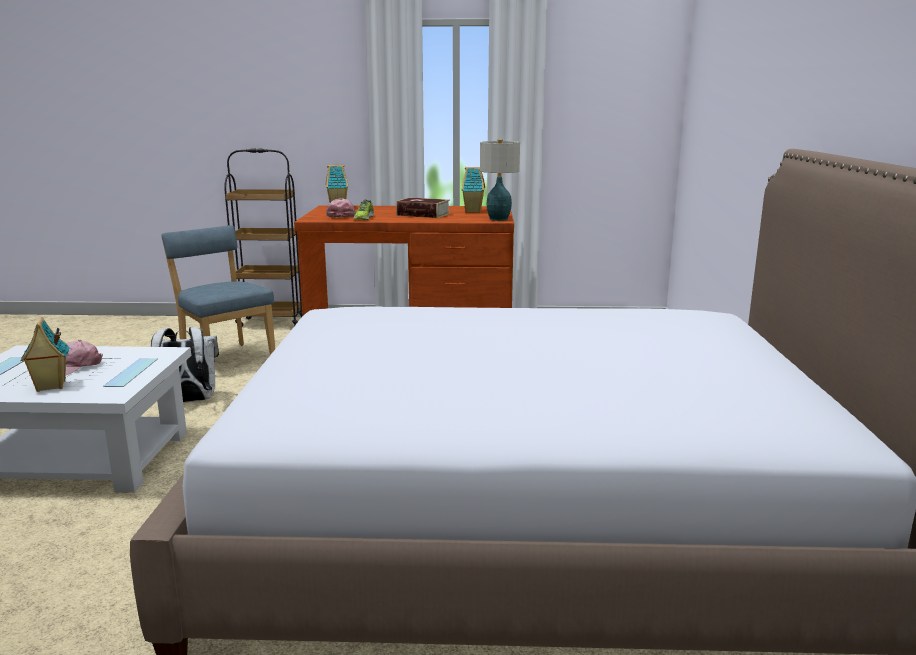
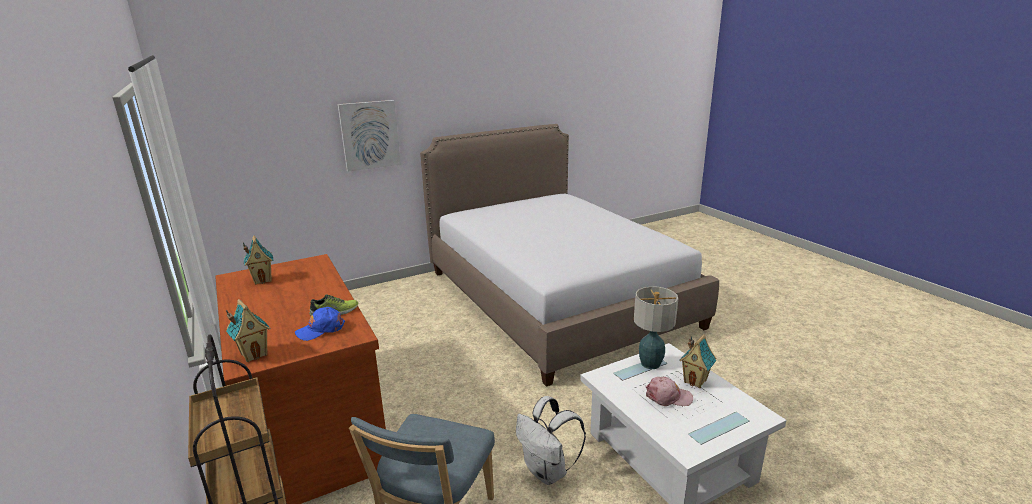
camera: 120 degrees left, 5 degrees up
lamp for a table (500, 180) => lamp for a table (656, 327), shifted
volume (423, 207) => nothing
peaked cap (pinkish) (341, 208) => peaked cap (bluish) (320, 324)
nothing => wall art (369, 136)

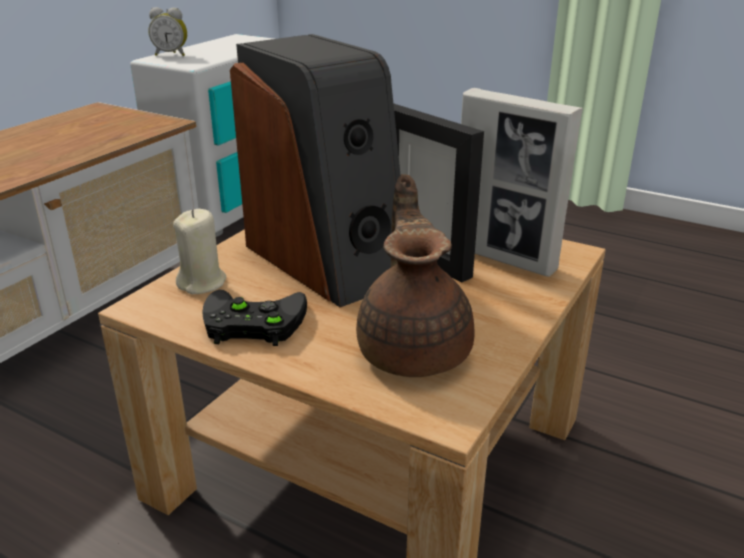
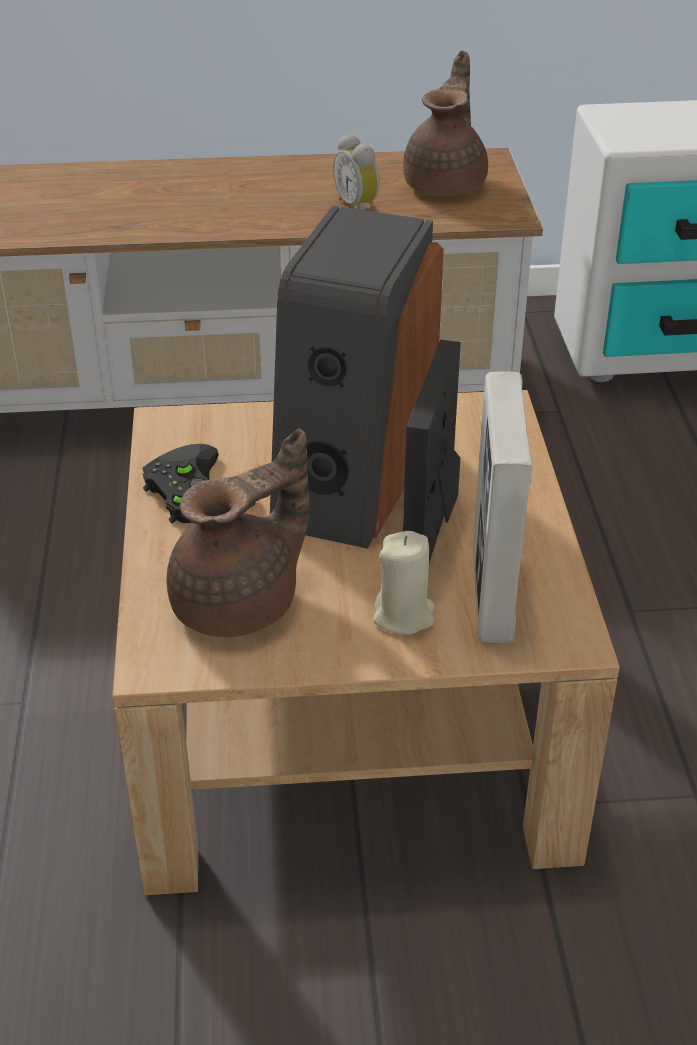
camera: 55 degrees right, 10 degrees up
table clock (167, 31) => table clock (356, 171), shifted
wax candle (beige-coloured) (199, 251) => wax candle (beige-coloured) (404, 583), shifted
nothing => teapot (brown-coloured) (445, 123)

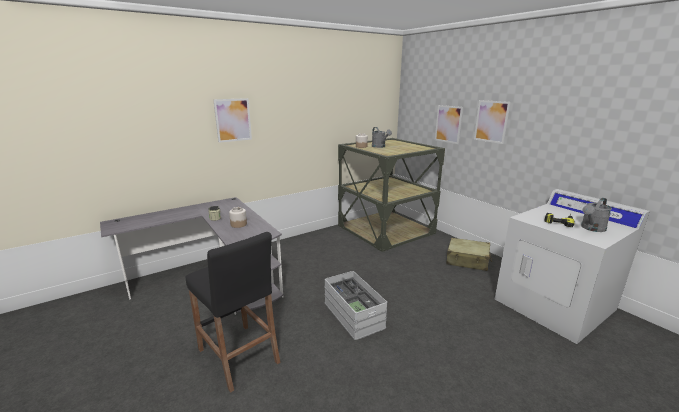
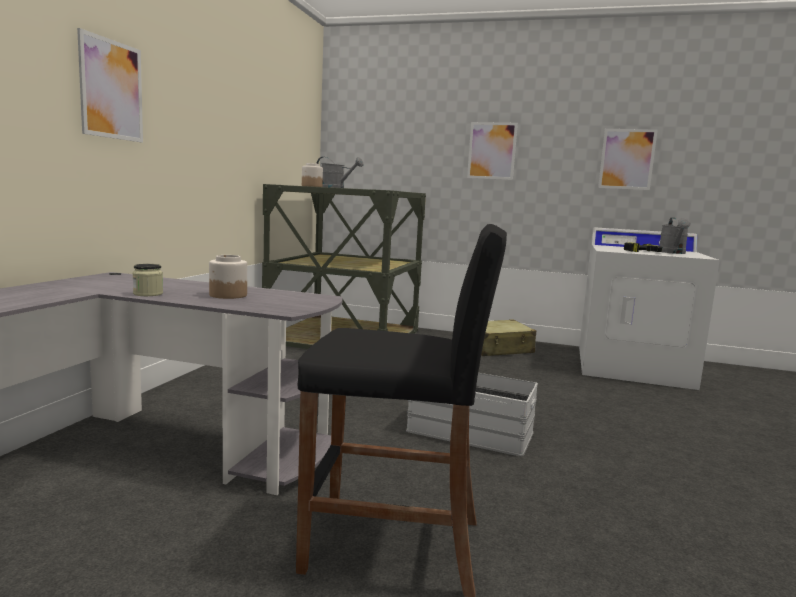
camera: 40 degrees left, 10 degrees down
wall art (449, 124) => wall art (628, 159), shifted

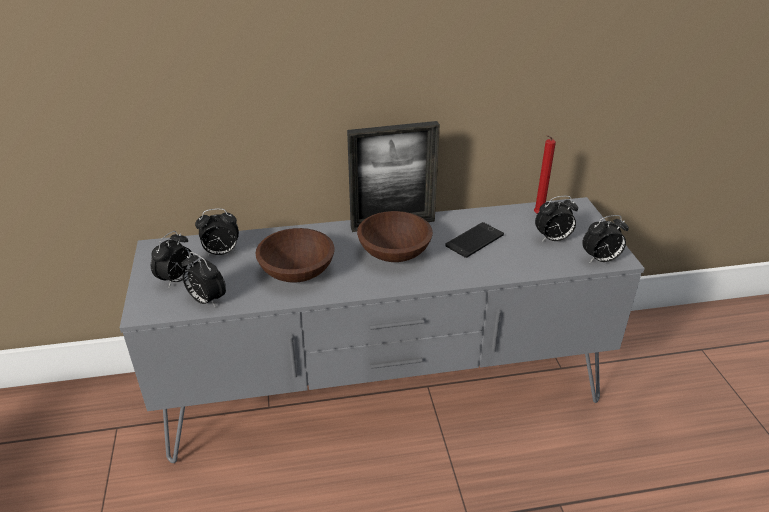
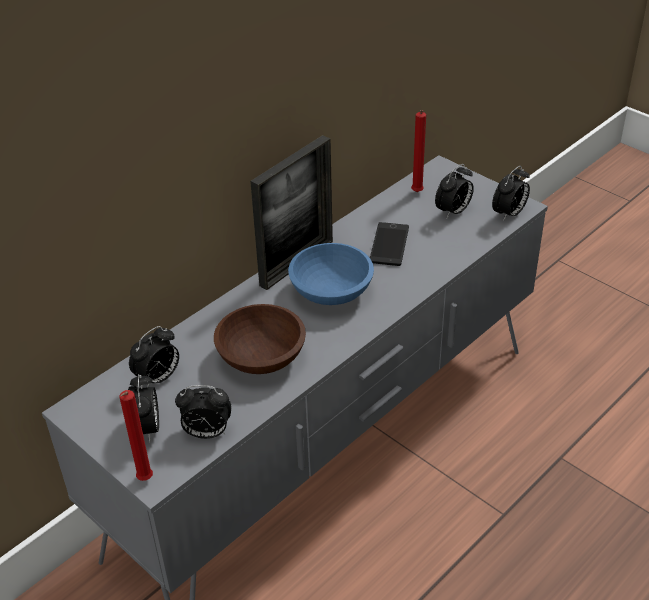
camera: 35 degrees left, 5 degrees up
serving bowl (brown-coloured) (395, 236) => serving bowl (bluish) (331, 274)
nothing => wax candle (red) (136, 435)

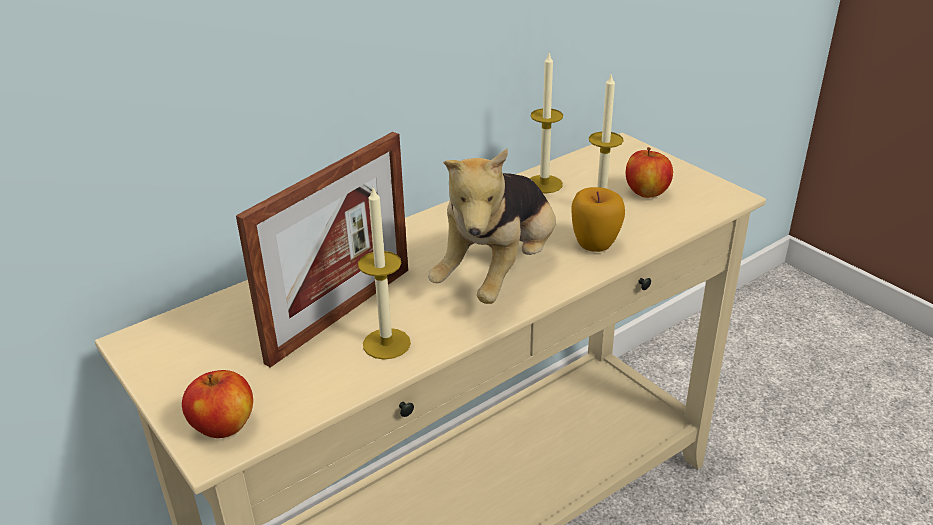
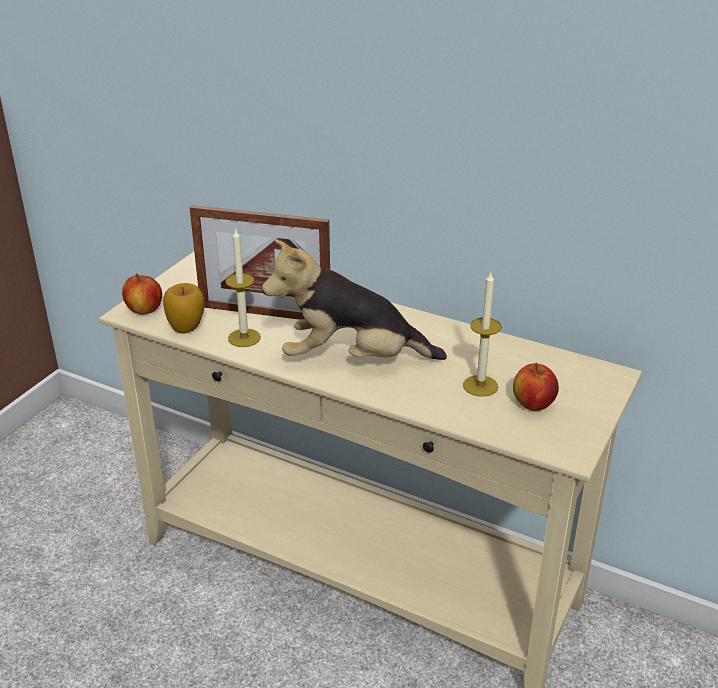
camera: 65 degrees right, 0 degrees up
wax candle (546, 123) => nothing
apple (598, 219) => apple (184, 308), shifted

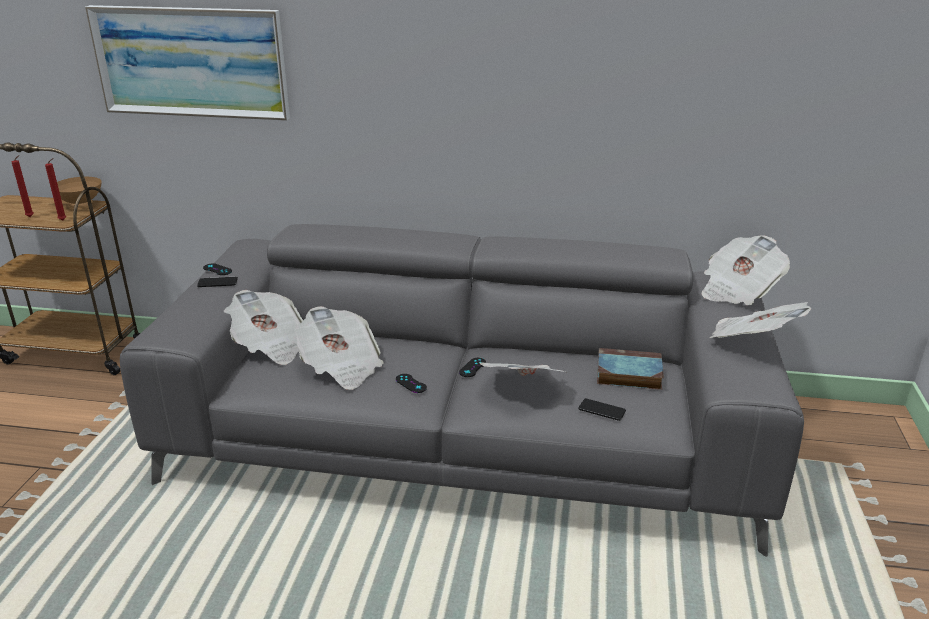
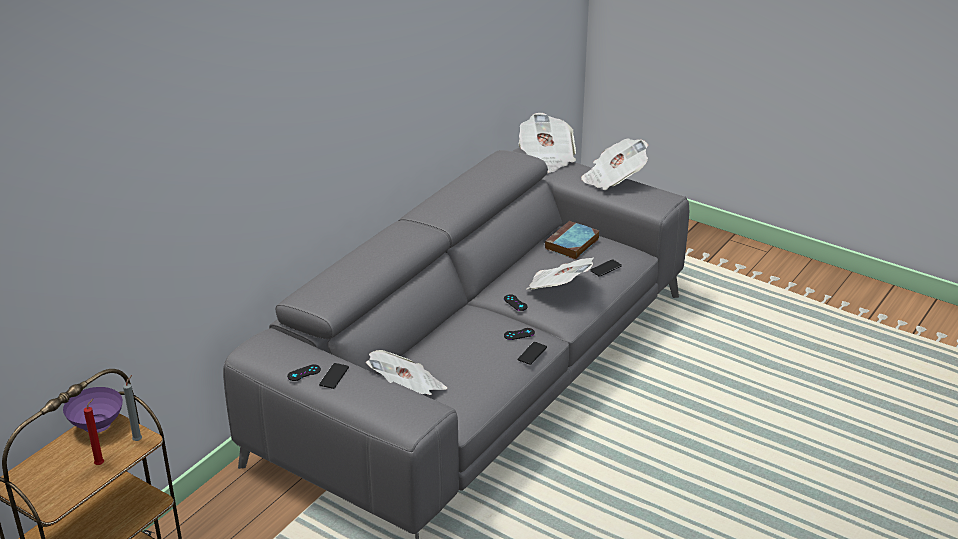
camera: 65 degrees left, 5 degrees up
wall art (187, 62) => nothing
wax candle (red) (55, 189) => wax candle (grey) (132, 408)
serving bowl (brown-coloured) (79, 192) => serving bowl (purple) (93, 410)
daily paper (339, 348) => nothing
nothing => phone (532, 353)

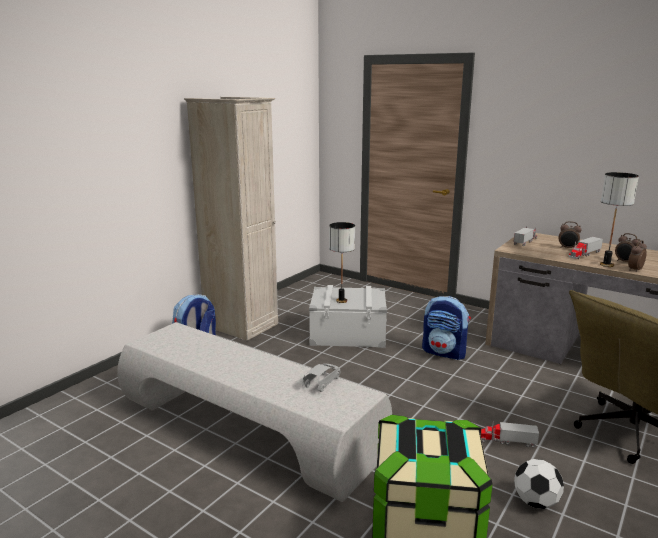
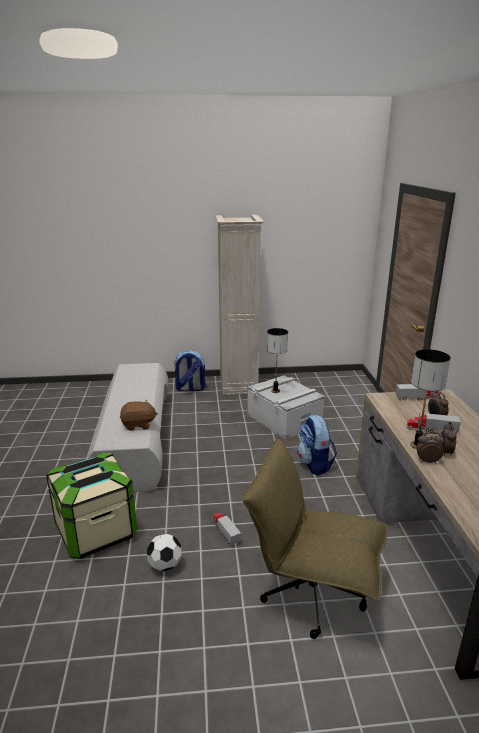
camera: 50 degrees right, 5 degrees up
model car (grey) (321, 377) => plush toy (brown-coloured) (139, 415)

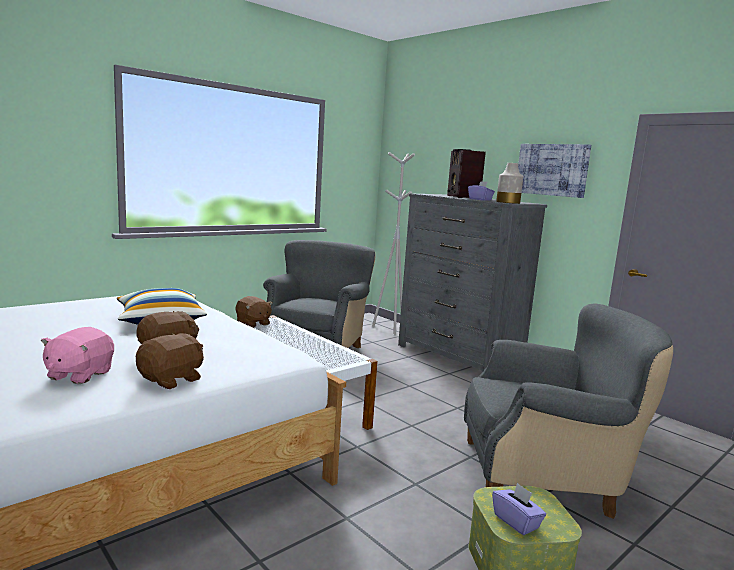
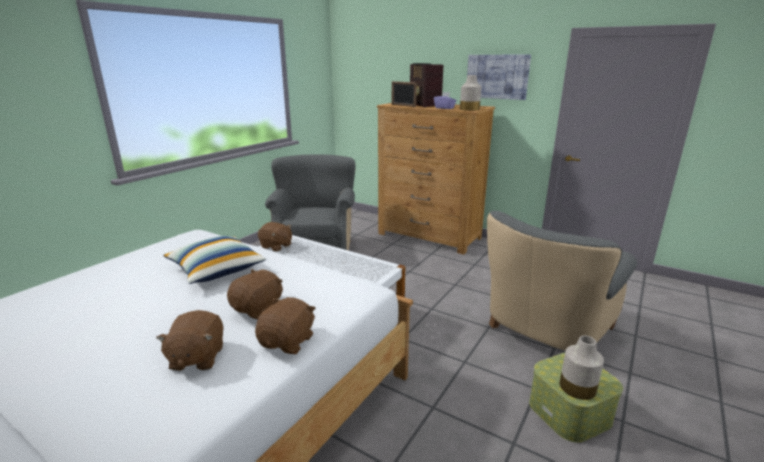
camera: 15 degrees left, 10 degrees up
clothes rack (grey) (393, 243) => nothing
dresser (grey) (472, 282) => dresser (brown-coloured) (436, 179)
armchair (grey) (568, 411) => armchair (grey) (562, 281), 150 degrees clockwise
plush toy (pinkish) (77, 355) => plush toy (brown-coloured) (189, 340)
tissue holder (purple) (519, 509) => vase (beige-coloured) (581, 368)
nothing => picture frame (404, 94)

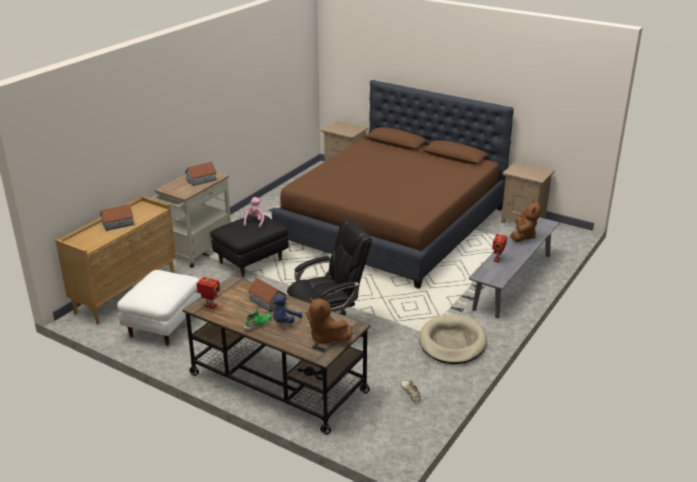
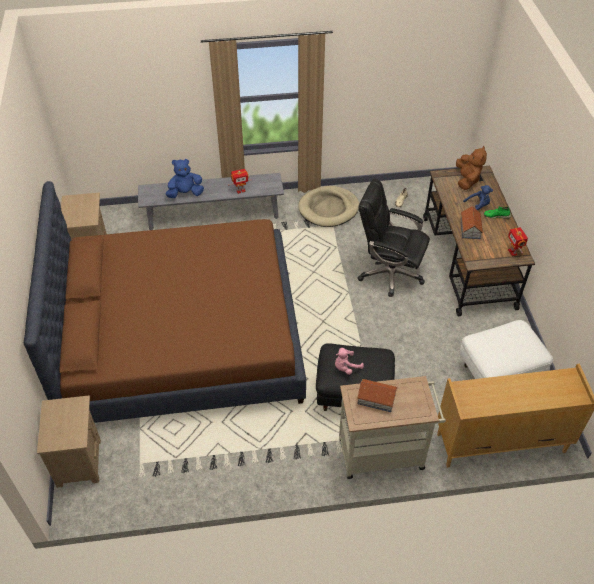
camera: 130 degrees left, 20 degrees up
plush toy (brown-coloured) (526, 222) => plush toy (bluish) (185, 178)
toy house (117, 218) => nothing

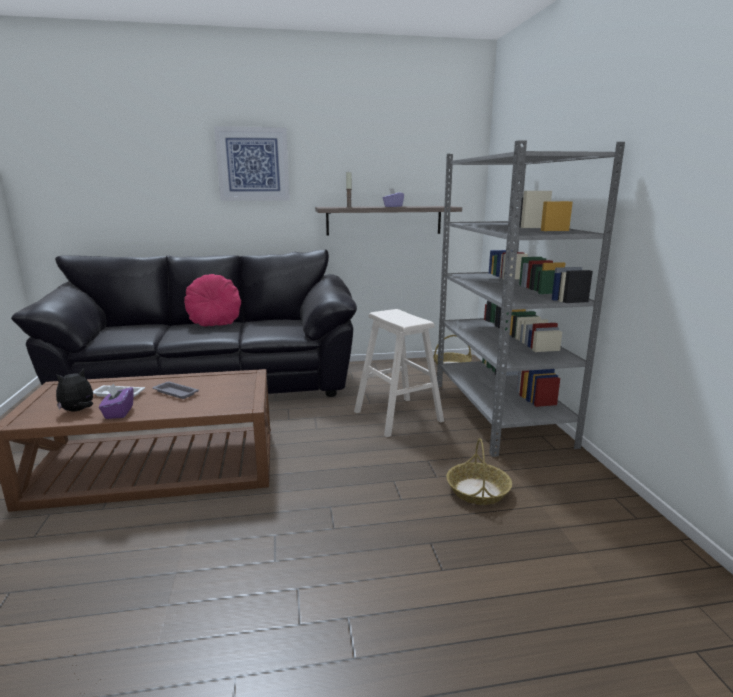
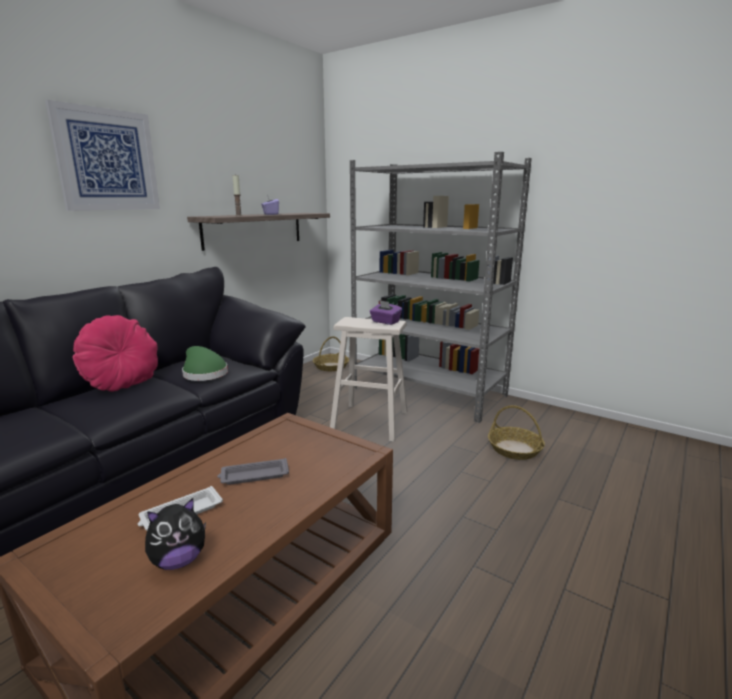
camera: 45 degrees left, 0 degrees up
plush toy (74, 390) => plush toy (175, 534), 120 degrees counterclockwise
tissue holder (purple) (116, 401) => tissue holder (purple) (386, 312), shifted
nothing => wearable hat (greenish) (205, 363)

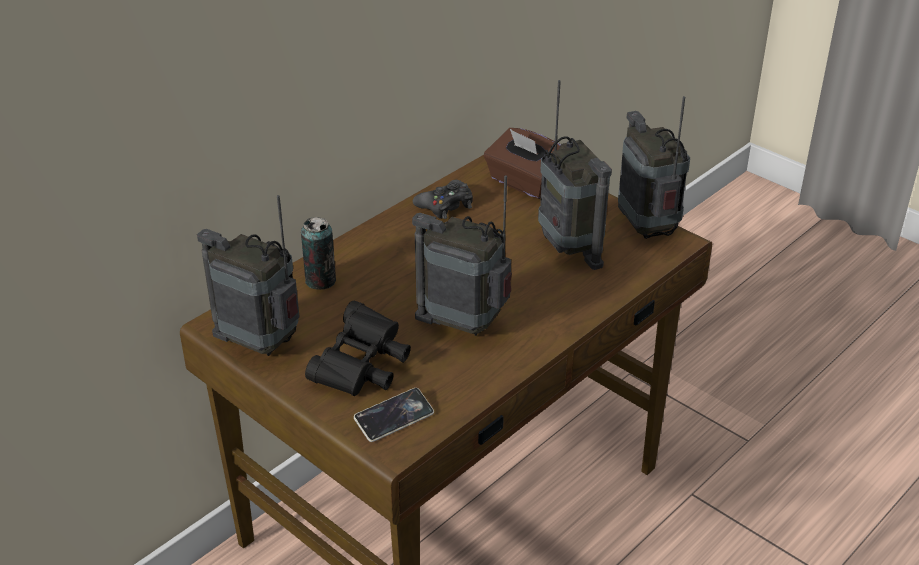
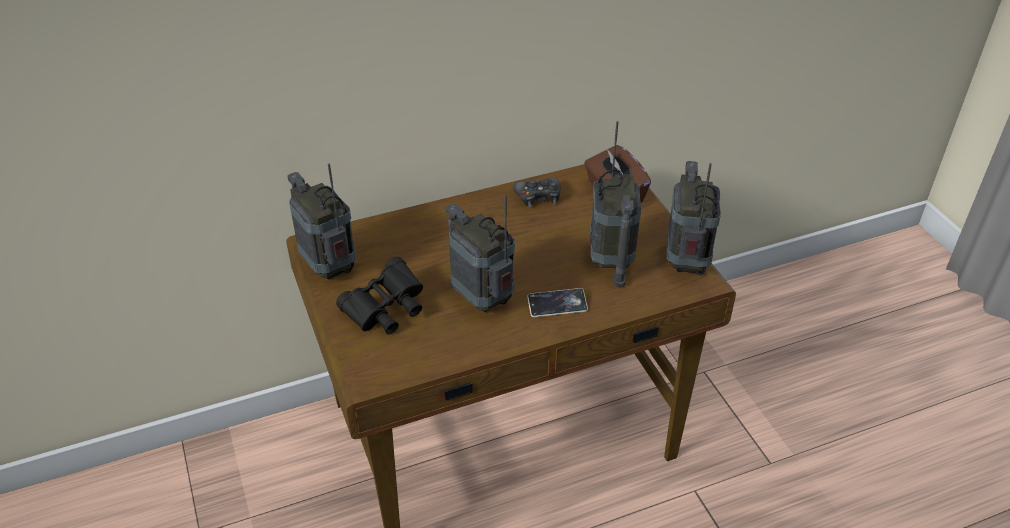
camera: 25 degrees right, 5 degrees up
can (318, 253) => nothing
phone (394, 415) => phone (557, 302), shifted

